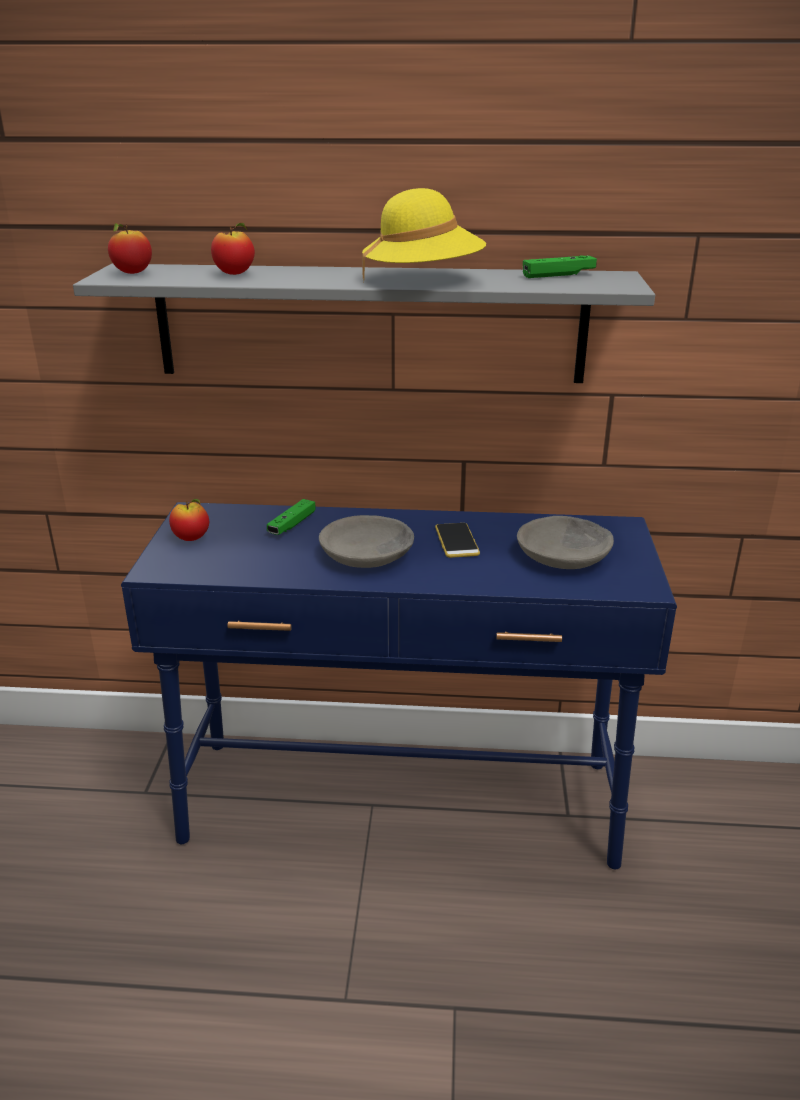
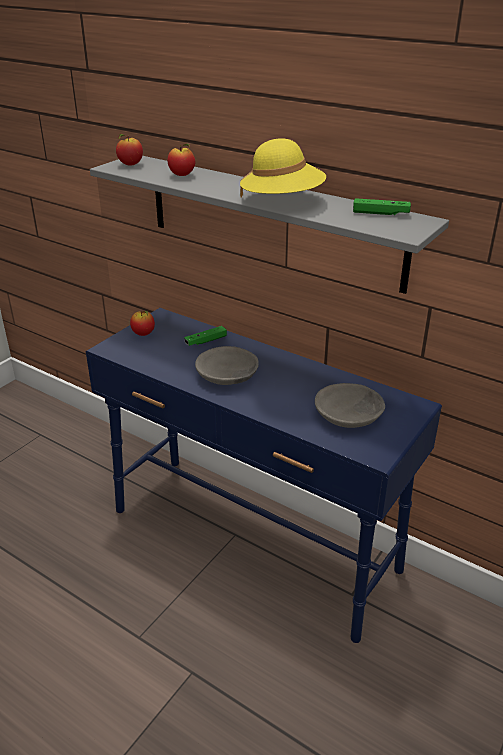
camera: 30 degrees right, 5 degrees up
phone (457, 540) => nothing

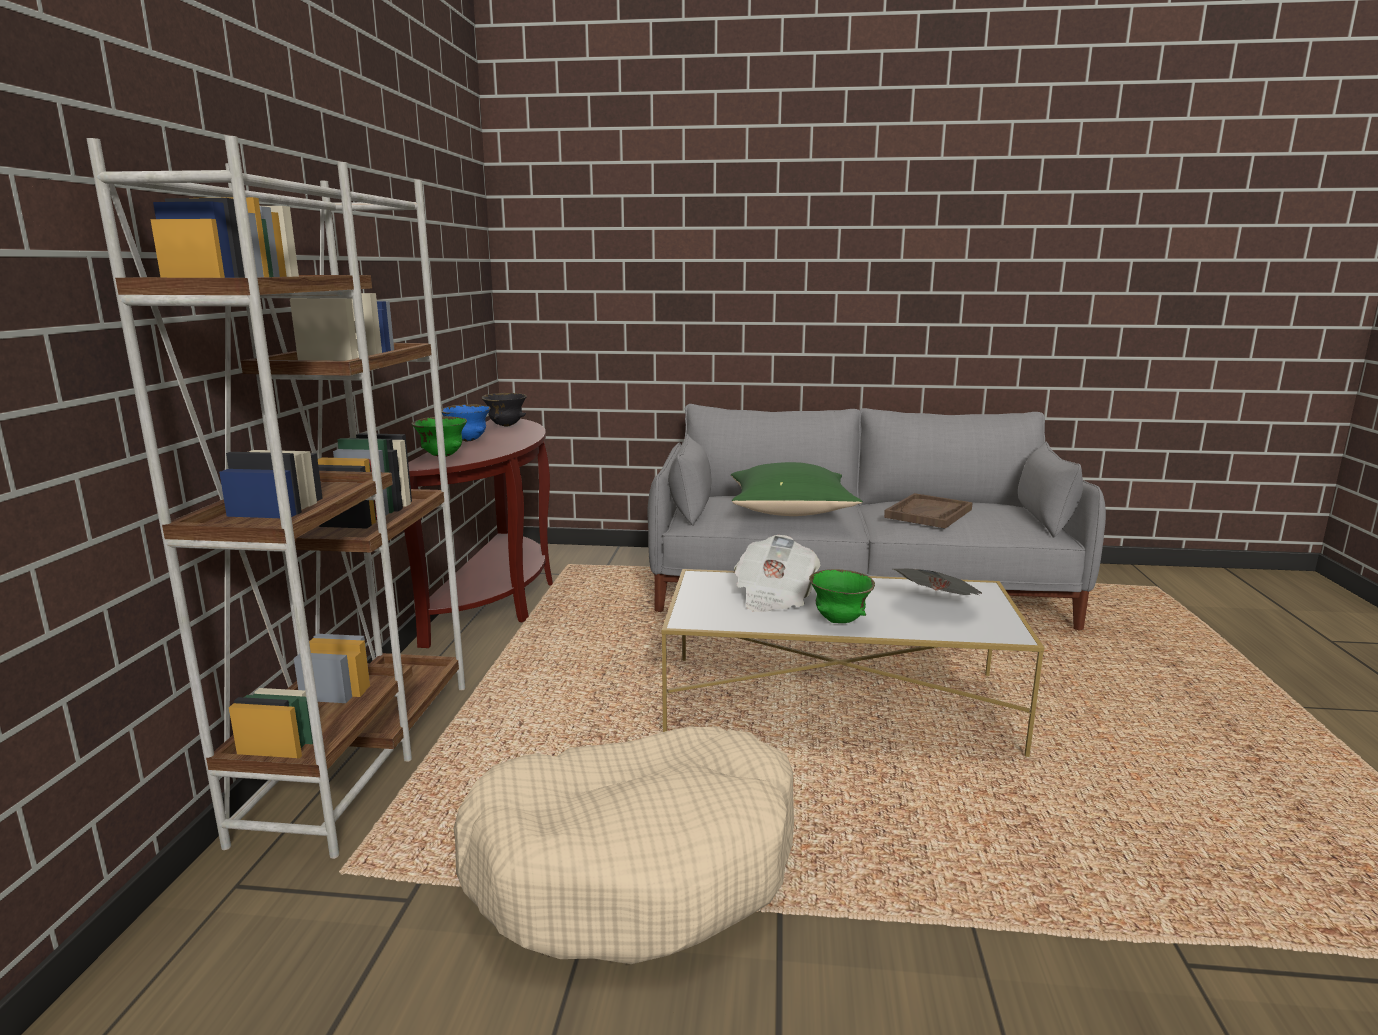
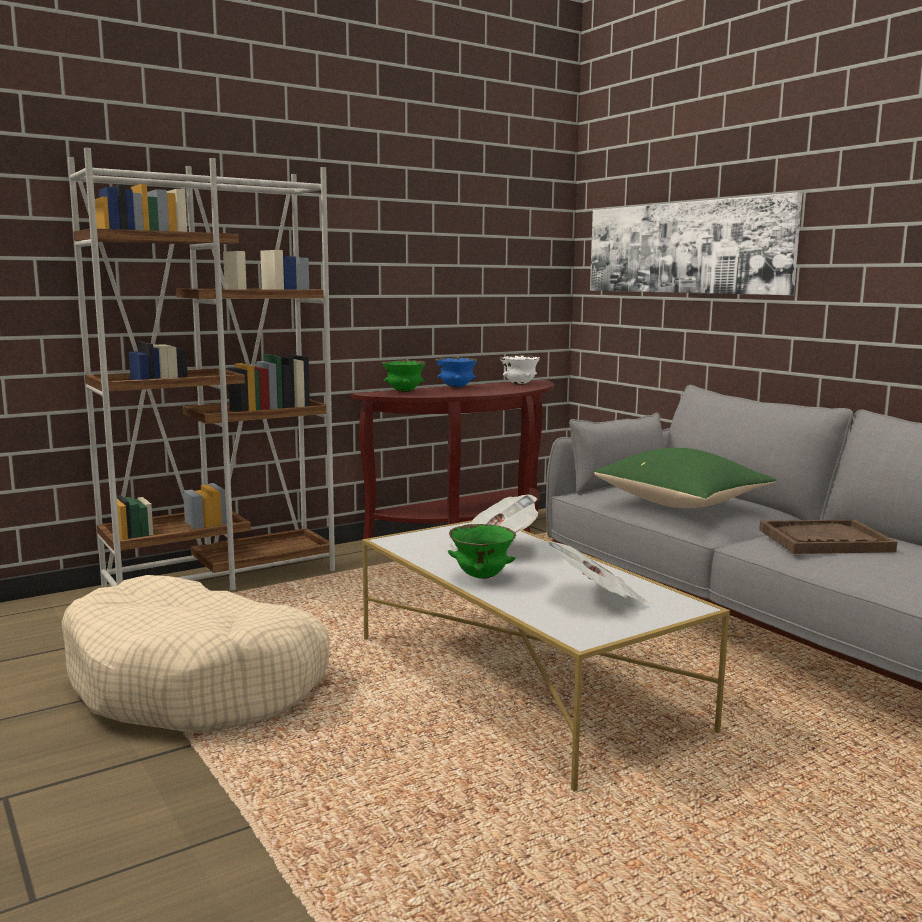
camera: 50 degrees right, 5 degrees down
serving bowl (black-coloured) (504, 410) => serving bowl (white-coloured) (519, 370)
nothing => wall art (696, 243)

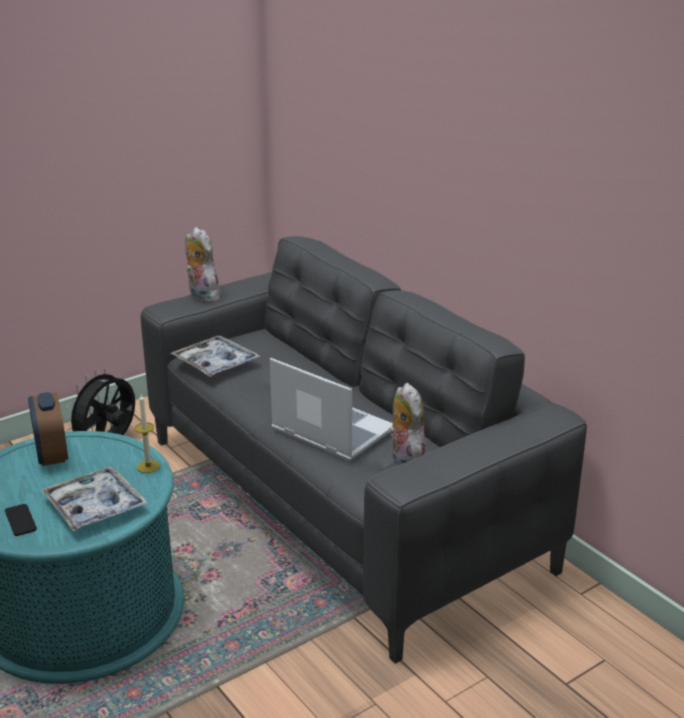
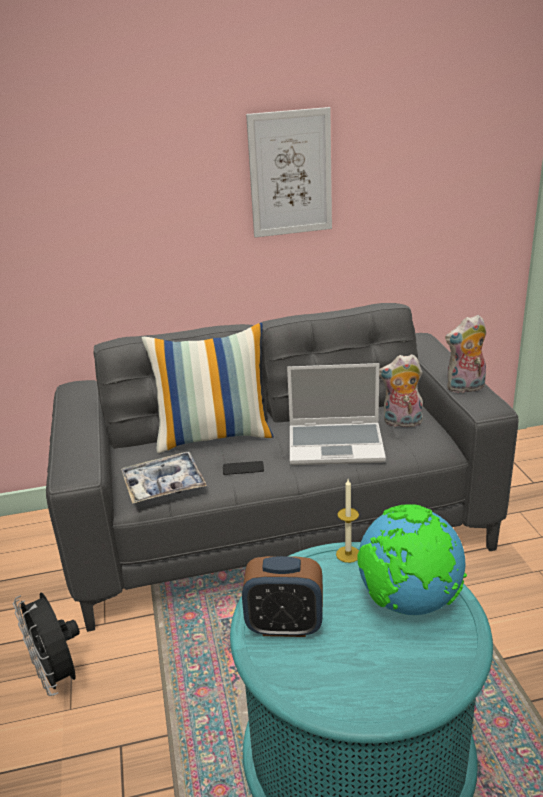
camera: 65 degrees left, 0 degrees up
plush toy (202, 265) => plush toy (465, 354), shifted
laptop (331, 409) => laptop (336, 414), 150 degrees counterclockwise
carrying tray (94, 498) => globe (412, 559)
phone (21, 520) => phone (243, 468), shifted
nothing => wall art (289, 172)
nothing => cushion (208, 388)

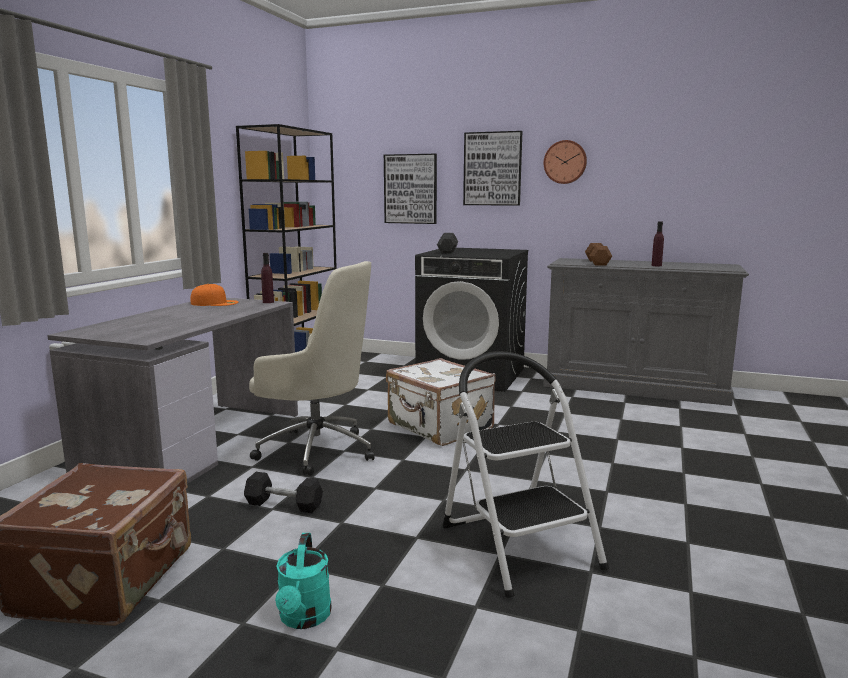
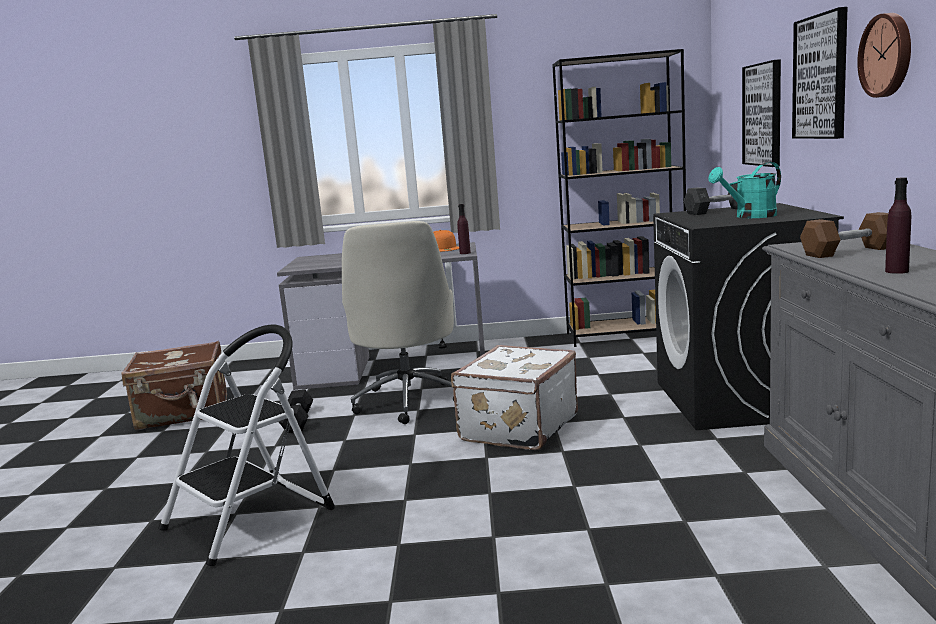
camera: 70 degrees right, 0 degrees up
sprinkling can (turquoise) (303, 581) => sprinkling can (turquoise) (744, 190), shifted

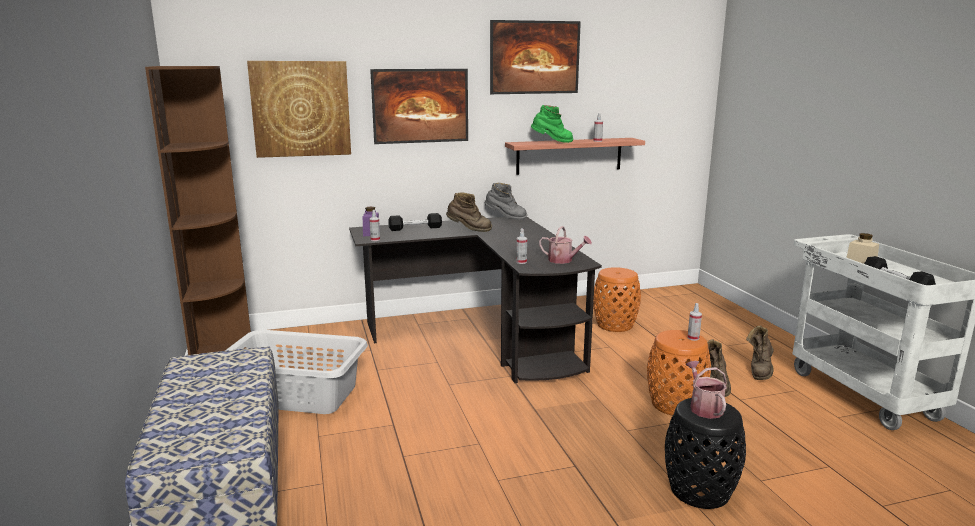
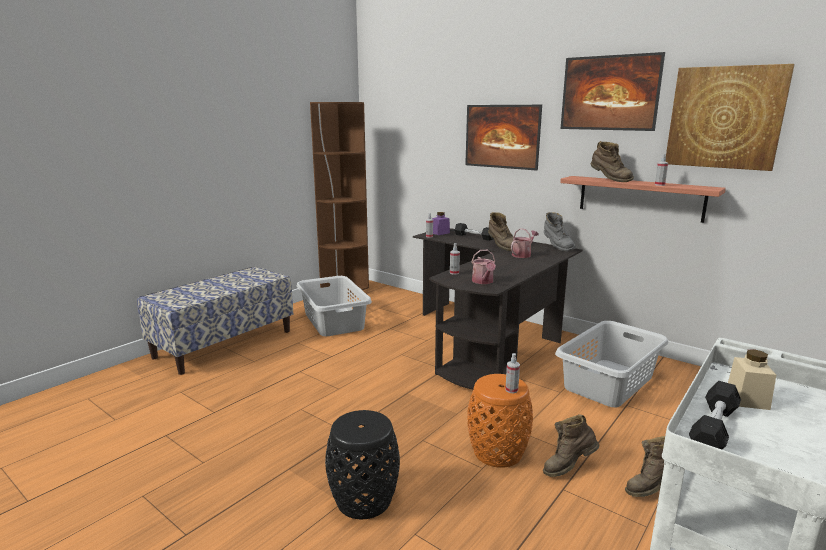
camera: 55 degrees right, 0 degrees up
wall art (299, 109) => wall art (730, 117), shifted
boot (greenish) (552, 124) => boot (brown-coloured) (612, 161)
stool (orange) (617, 299) => hamper (grey) (611, 364)
sprinkling can (706, 390) => sprinkling can (525, 243), shifted

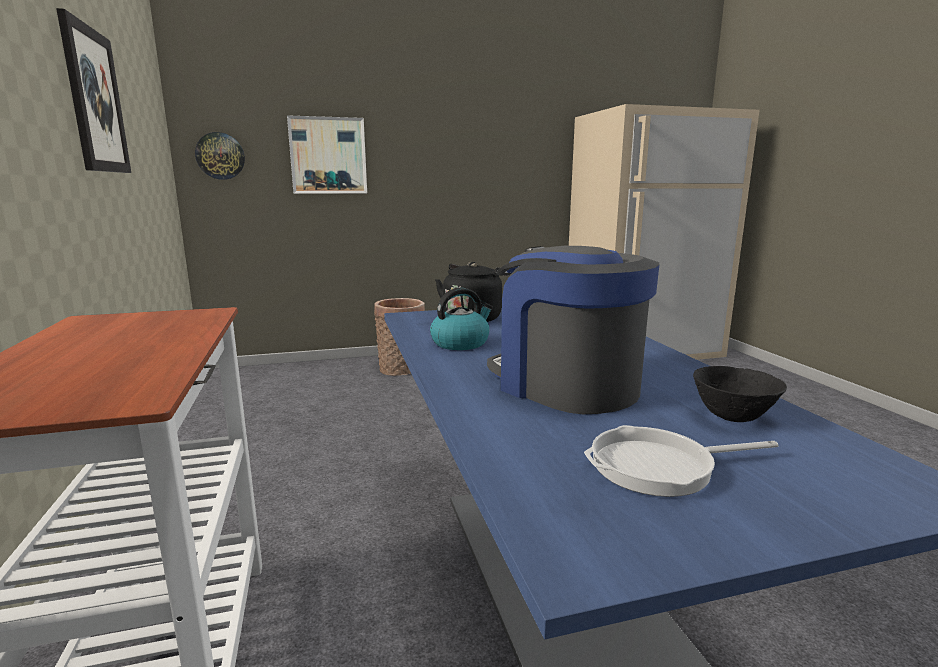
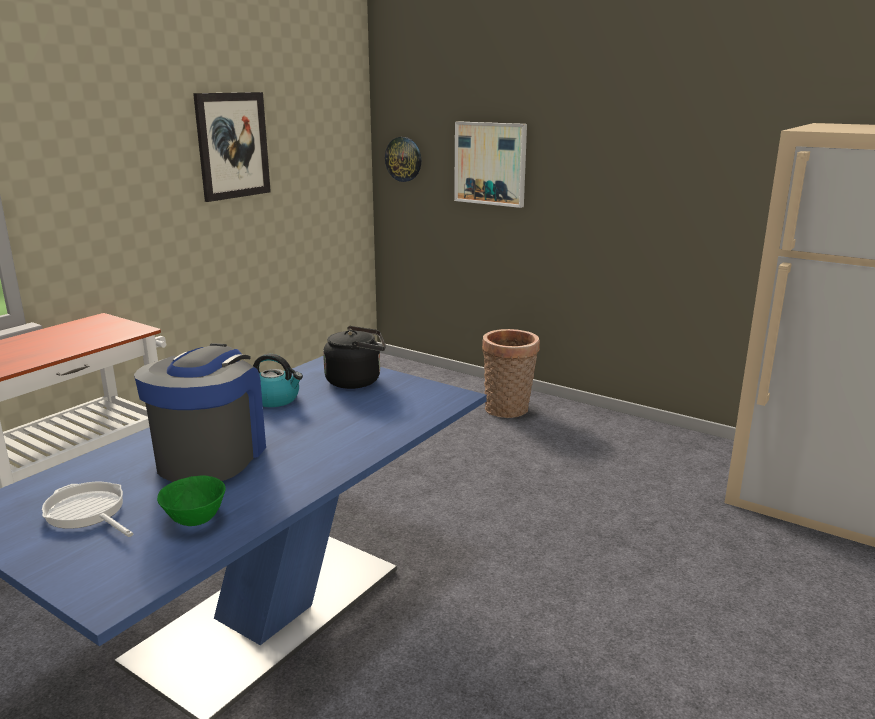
camera: 50 degrees right, 5 degrees up
serving bowl (black-coloured) (740, 394) => serving bowl (greenish) (191, 501)

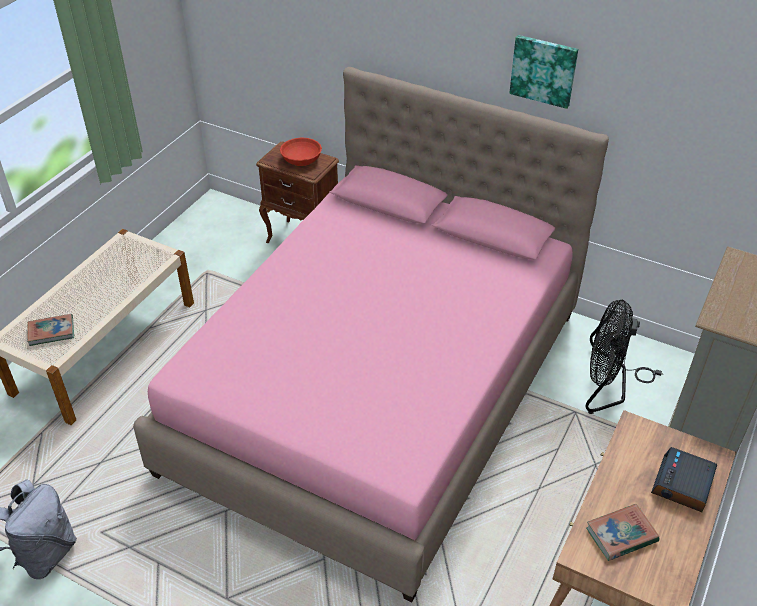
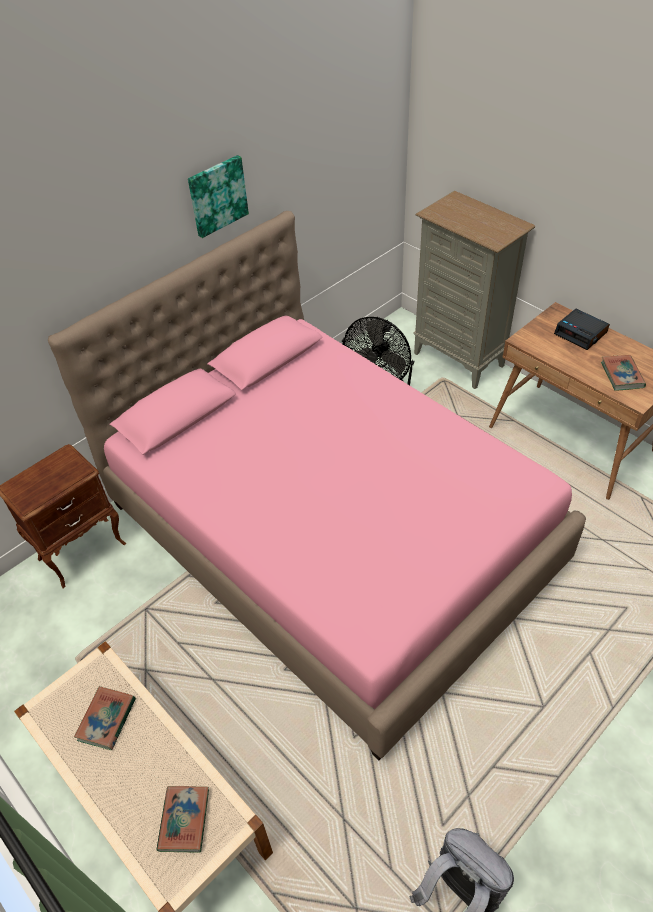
camera: 70 degrees left, 5 degrees up
serving bowl (red) (301, 152) => nothing
nothing => volume (105, 718)

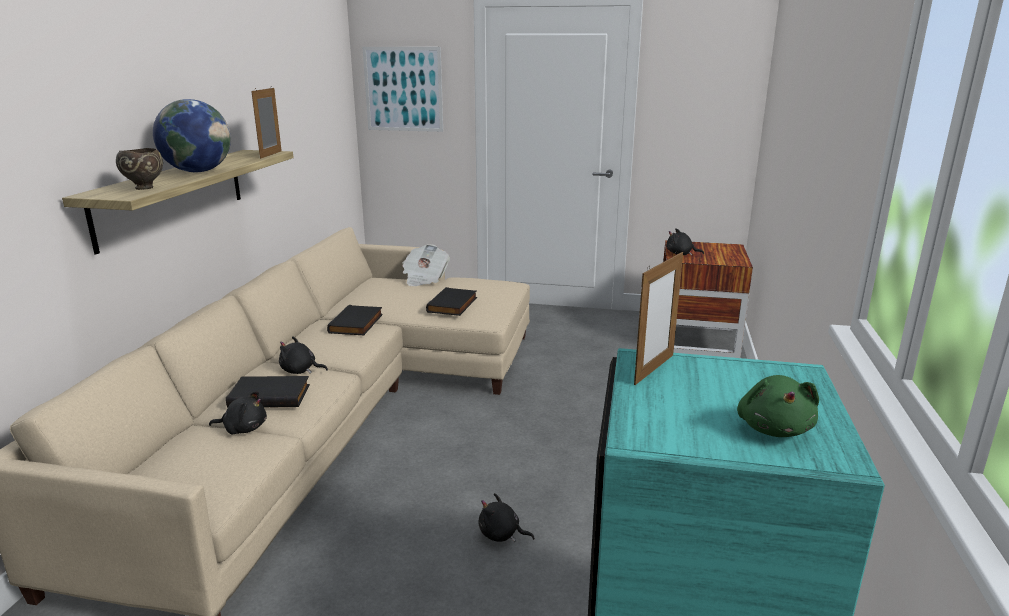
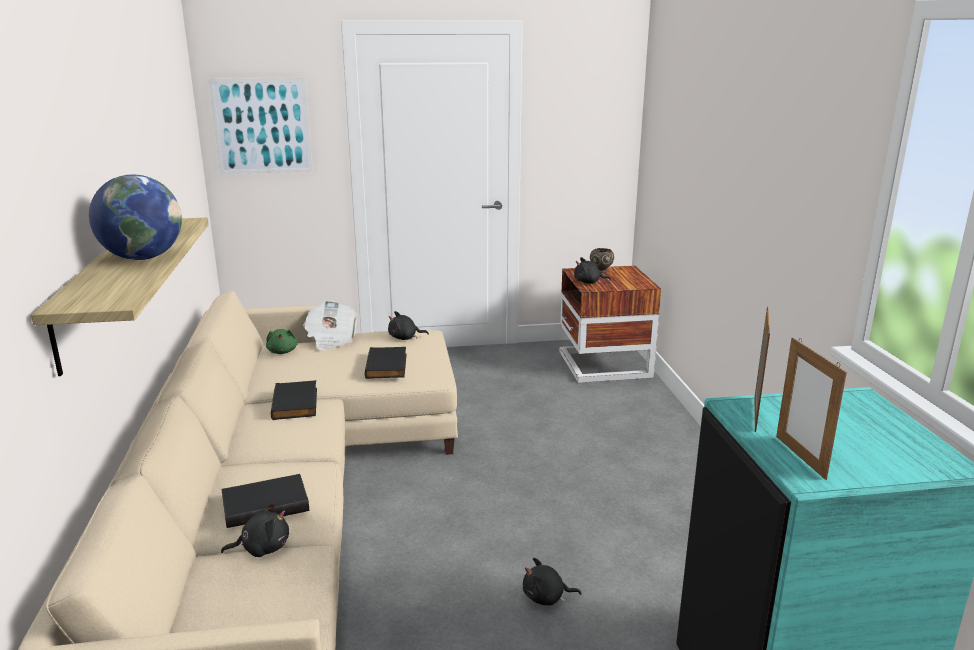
camera: 20 degrees left, 0 degrees up
picture frame (266, 122) => picture frame (811, 408), shifted
serving bowl (brown-coloured) (139, 169) => serving bowl (brown-coloured) (602, 260), shifted
plush toy (black-coloured) (303, 355) => plush toy (black-coloured) (408, 325), shifted
plush toy (greenish) (778, 406) => plush toy (greenish) (282, 341), shifted

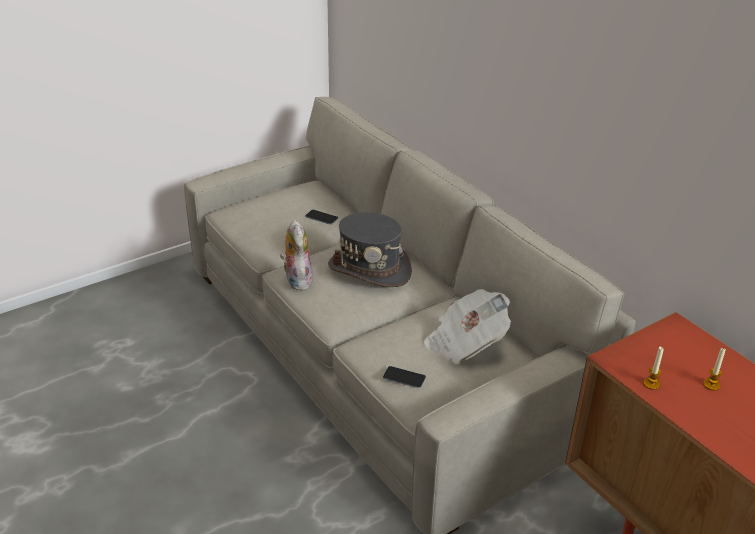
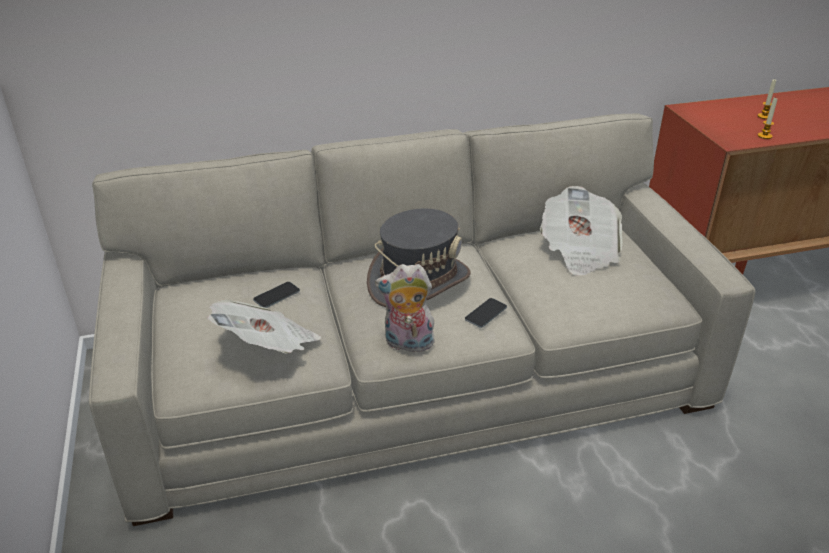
camera: 70 degrees left, 0 degrees up
phone (404, 377) => phone (486, 313), shifted
nothing => daily paper (263, 326)

